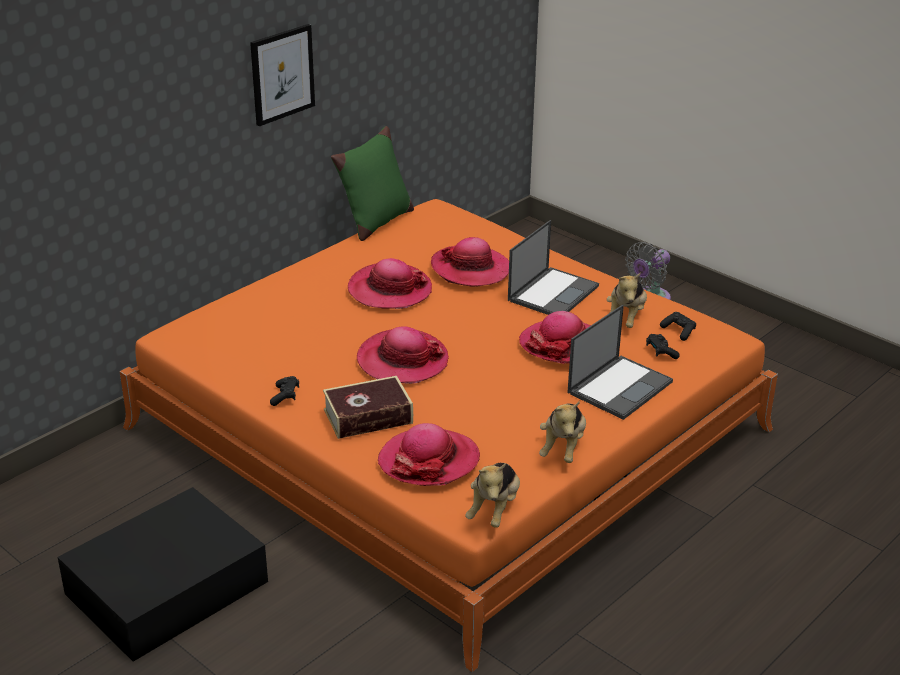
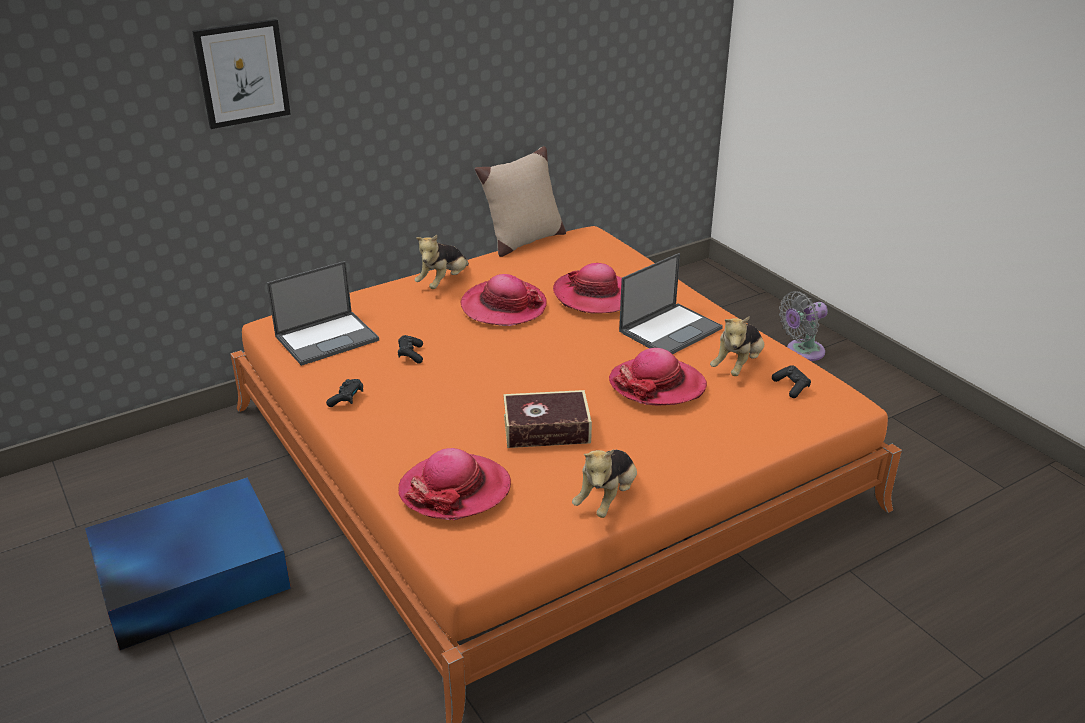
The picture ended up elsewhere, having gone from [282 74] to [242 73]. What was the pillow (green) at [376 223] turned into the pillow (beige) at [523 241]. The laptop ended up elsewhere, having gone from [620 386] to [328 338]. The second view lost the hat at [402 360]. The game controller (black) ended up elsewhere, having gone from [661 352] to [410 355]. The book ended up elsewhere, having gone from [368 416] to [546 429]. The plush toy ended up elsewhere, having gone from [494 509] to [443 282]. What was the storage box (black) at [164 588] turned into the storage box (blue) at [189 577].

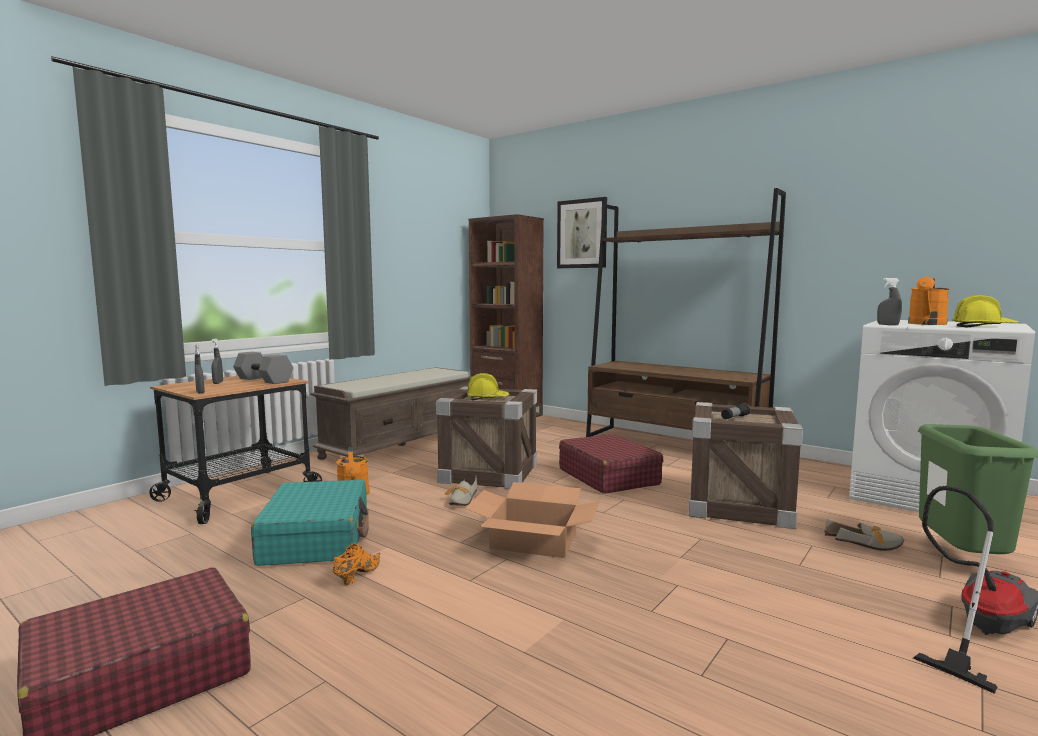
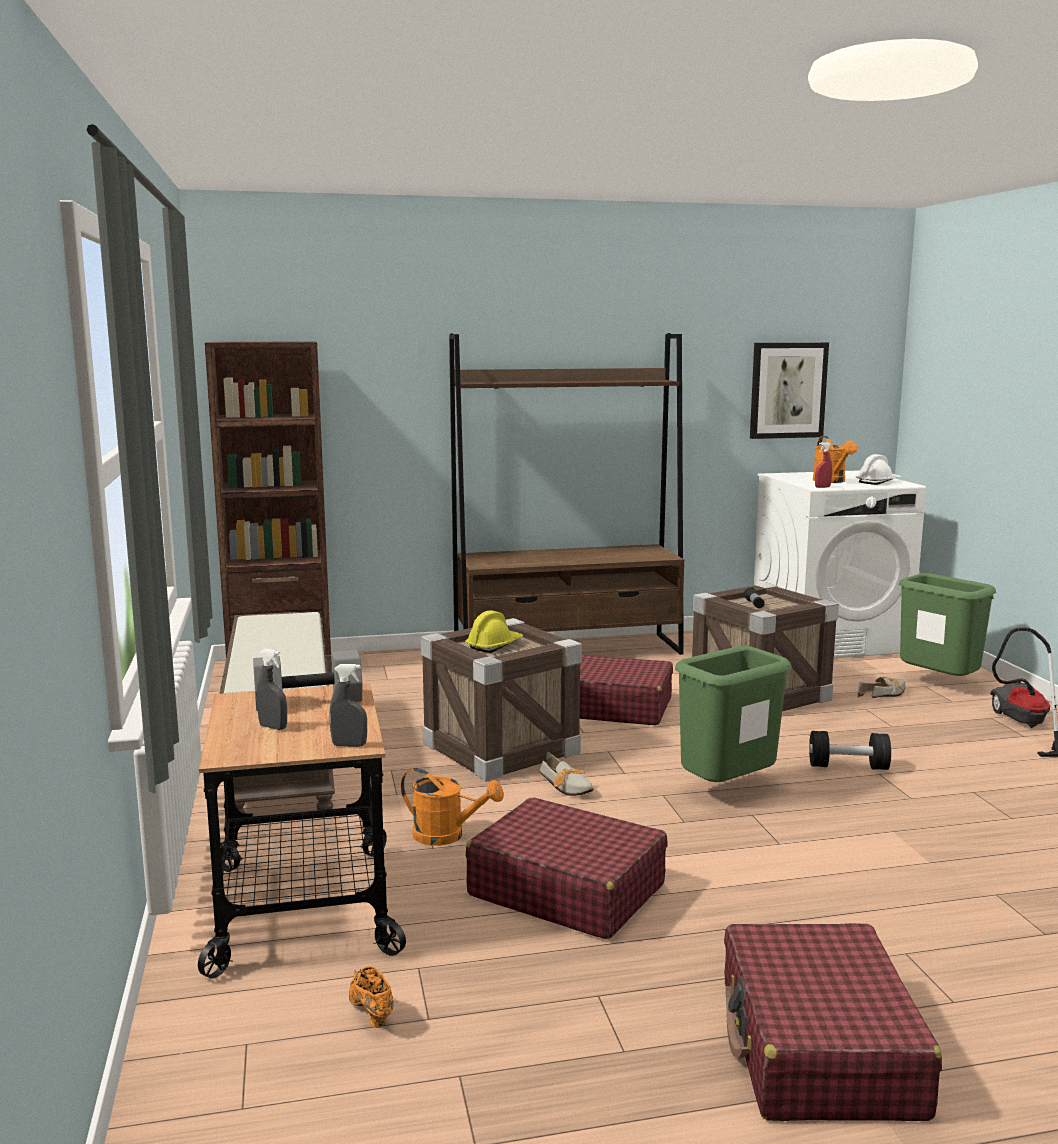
The picture ended up elsewhere, having gone from [582 234] to [787 390]. What was the spray bottle (grey) at [888 325] turned into the spray bottle (red) at [822 487]. What was the hard hat (yellow) at [983 327] turned into the hard hat (white) at [878 482]. What was the suitcase (turquoise) at [316 538] turned into the suitcase (red) at [566 889]. Where the cardboard box stood at [533 541], the trash can (green) came to stand at [727 791]. The shoe (orange) ended up elsewhere, having gone from [356 576] to [370 1012]. The second view gained the dumbbell (black) at [848 766].

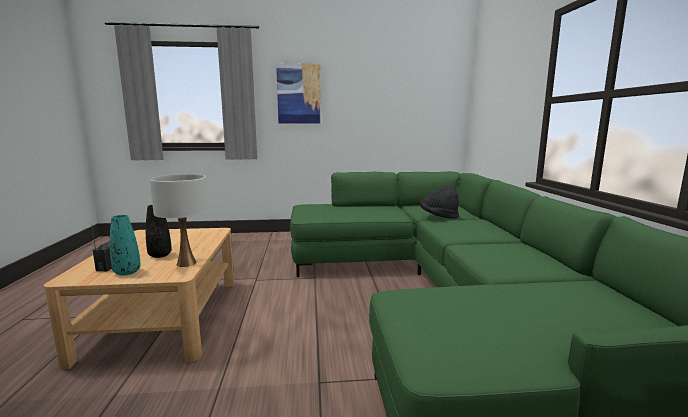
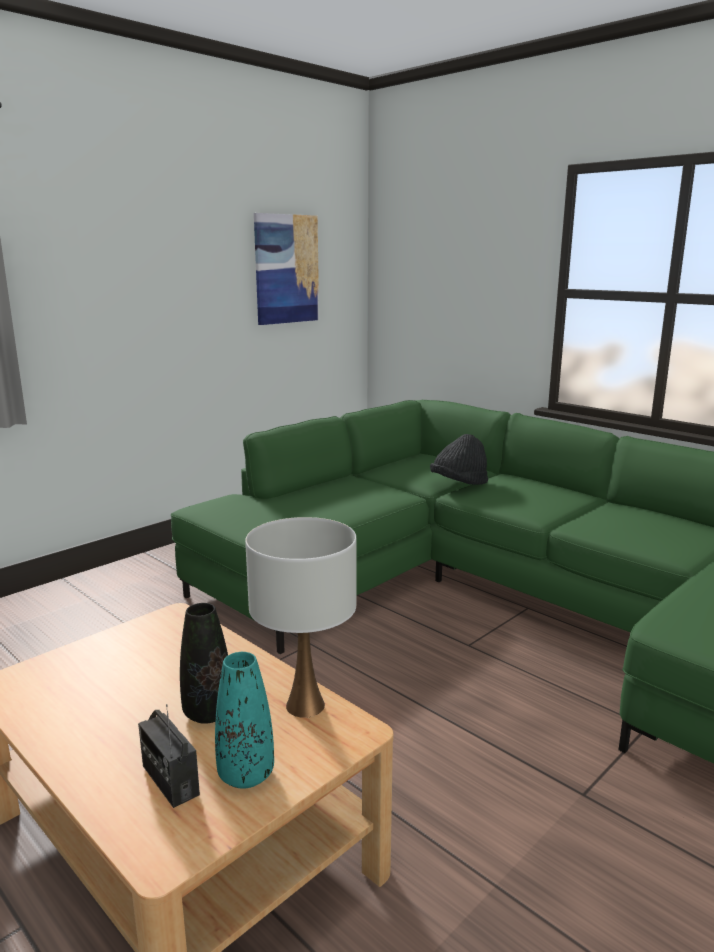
The picture ended up elsewhere, having gone from [299 94] to [286 269].

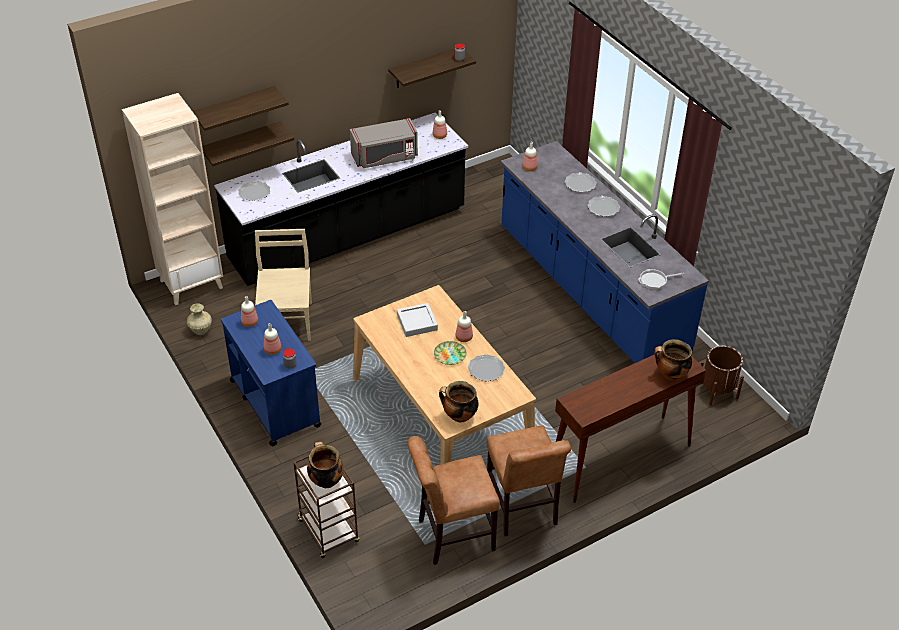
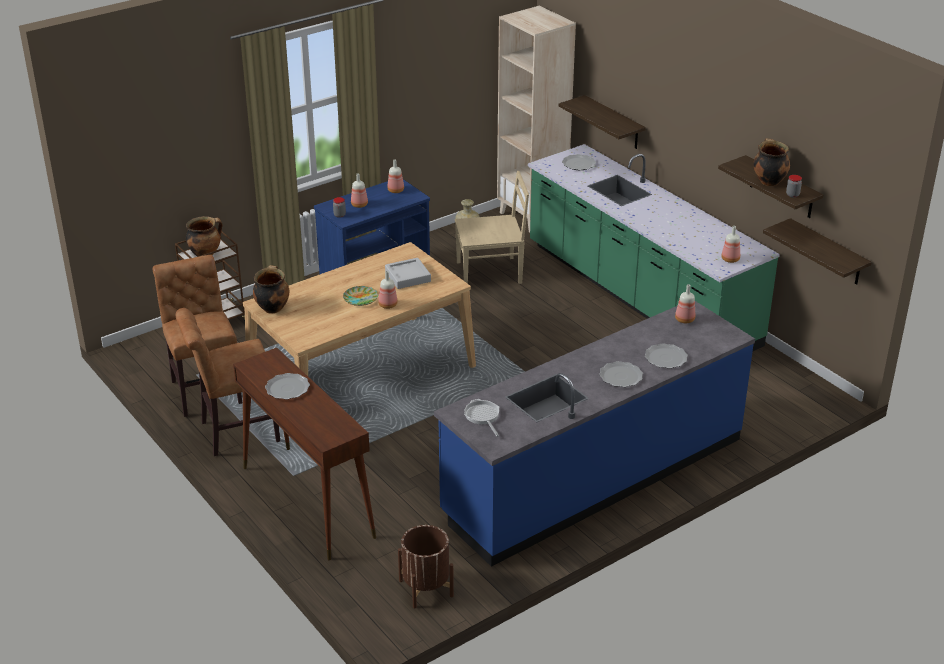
The shelf ended up elsewhere, having gone from [235 109] to [827 253]. What was the counter (black) at [348 235] turned into the counter (green) at [639 295]. The second view lost the microwave (grey) at [385 157]. The cooking pot ended up elsewhere, having gone from [670 375] to [768 181]. The plate ended up elsewhere, having gone from [486 369] to [288 388].

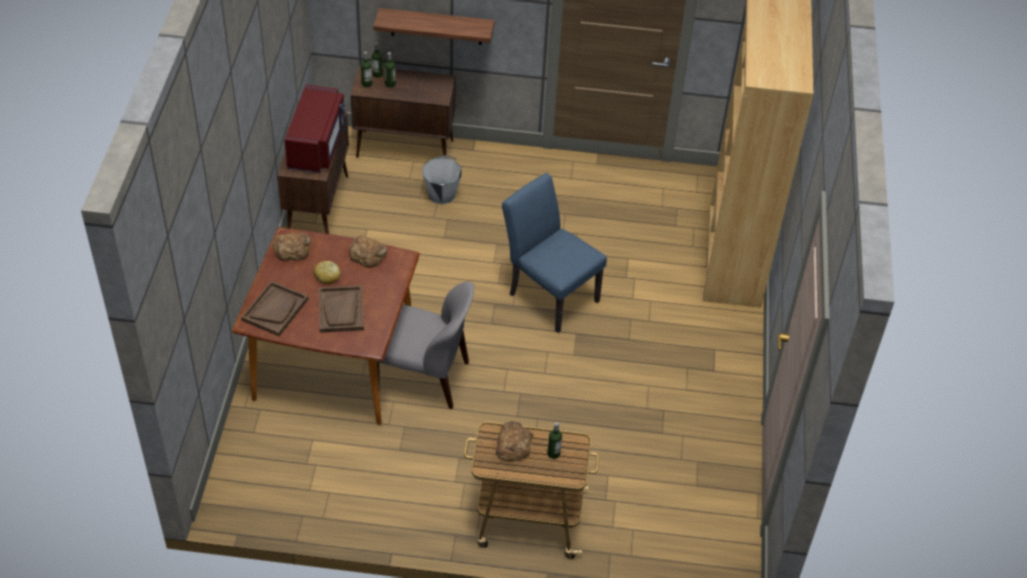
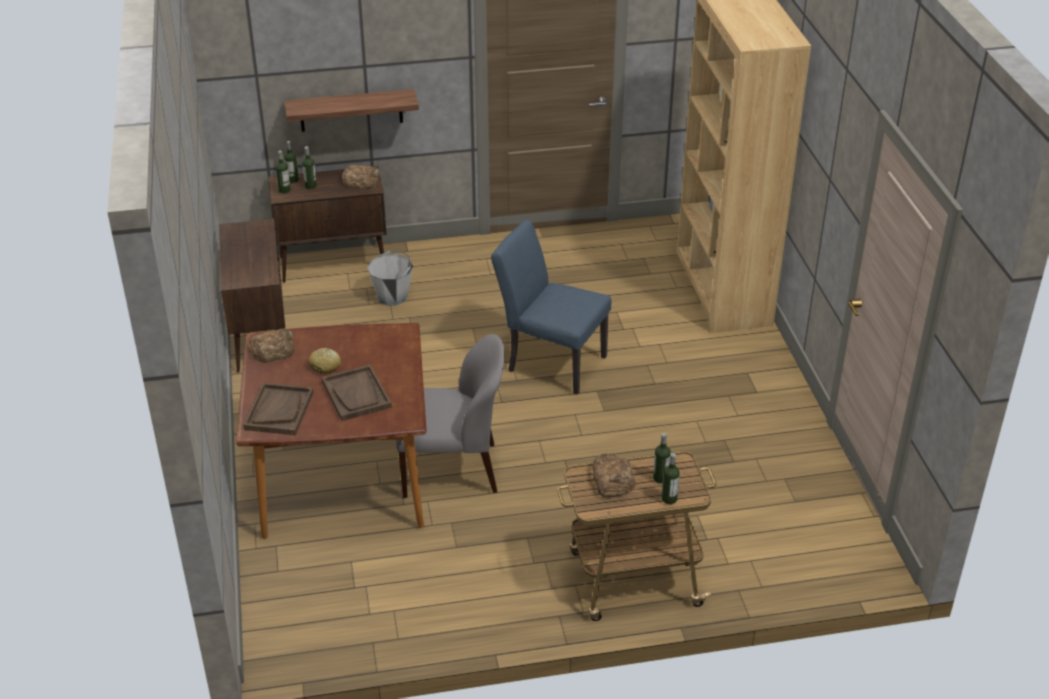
The second view lost the microwave (red) at [317 145]. The bread ended up elsewhere, having gone from [367 254] to [361 180]. The second view gained the bottle at [669 499].

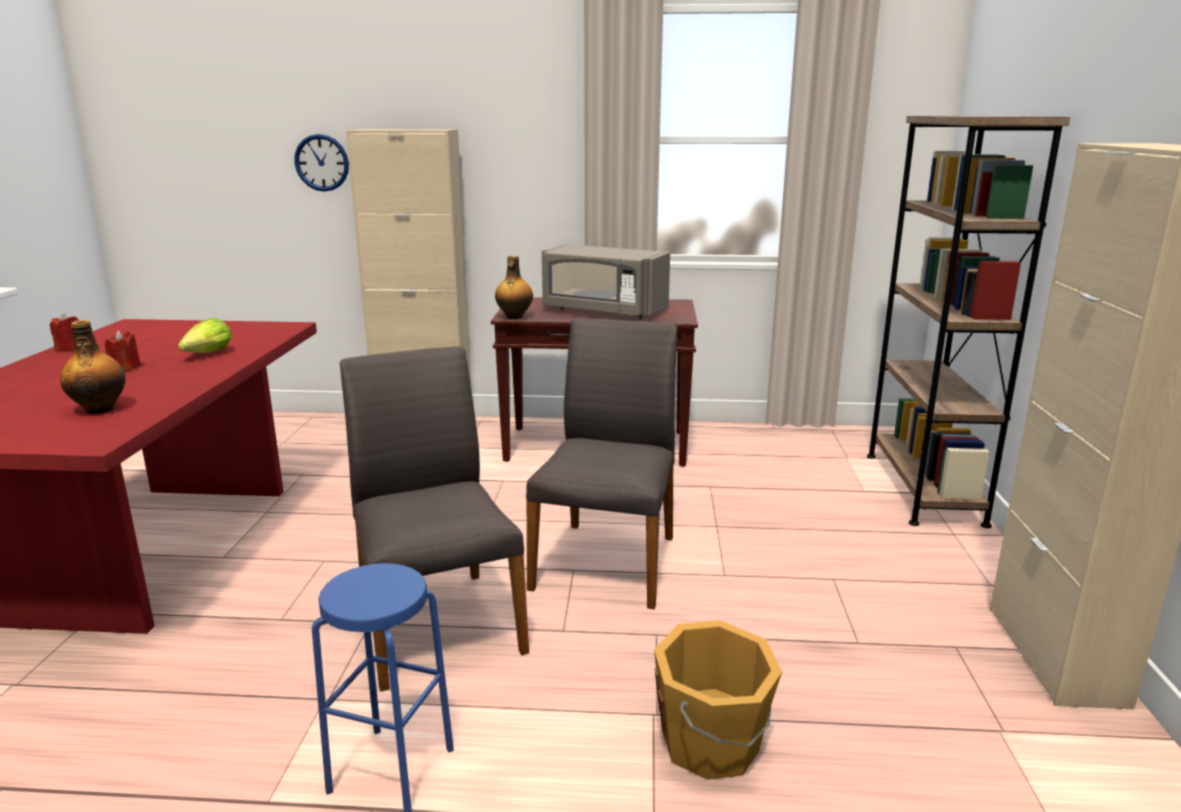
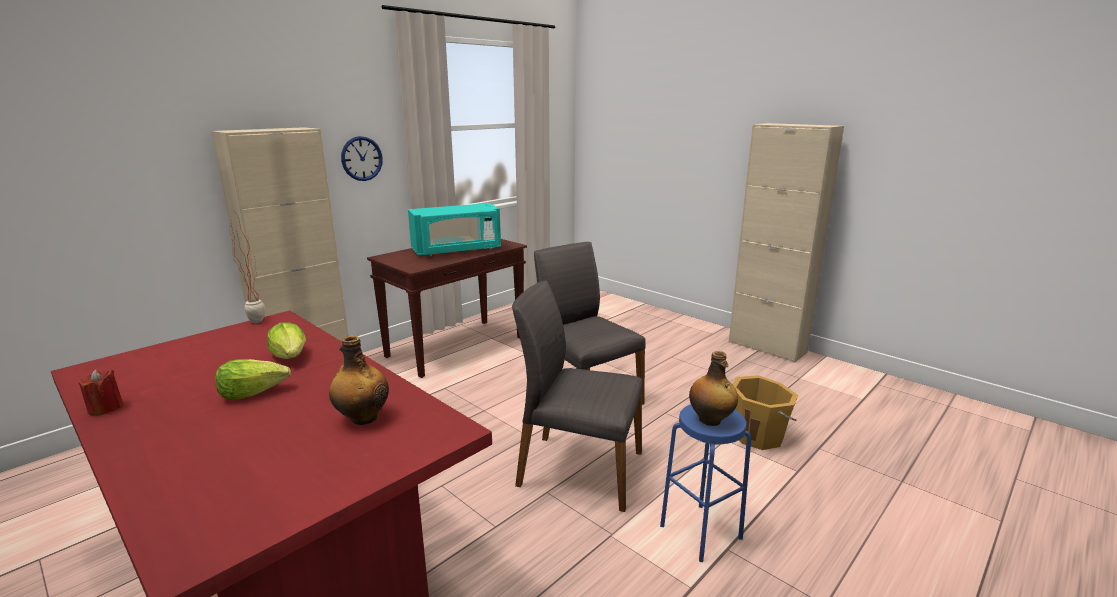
The second view lost the bookcase (brown) at [923 488]. The wall clock ended up elsewhere, having gone from [322 163] to [361 158]. What was the microwave (grey) at [603 311] turned into the microwave (turquoise) at [457 250]. The bottle ended up elsewhere, having gone from [514 317] to [710 420]. Where the candle (red) stood at [125 368], the lettuce came to stand at [253 392]. The second view gained the potted plant at [257 320].

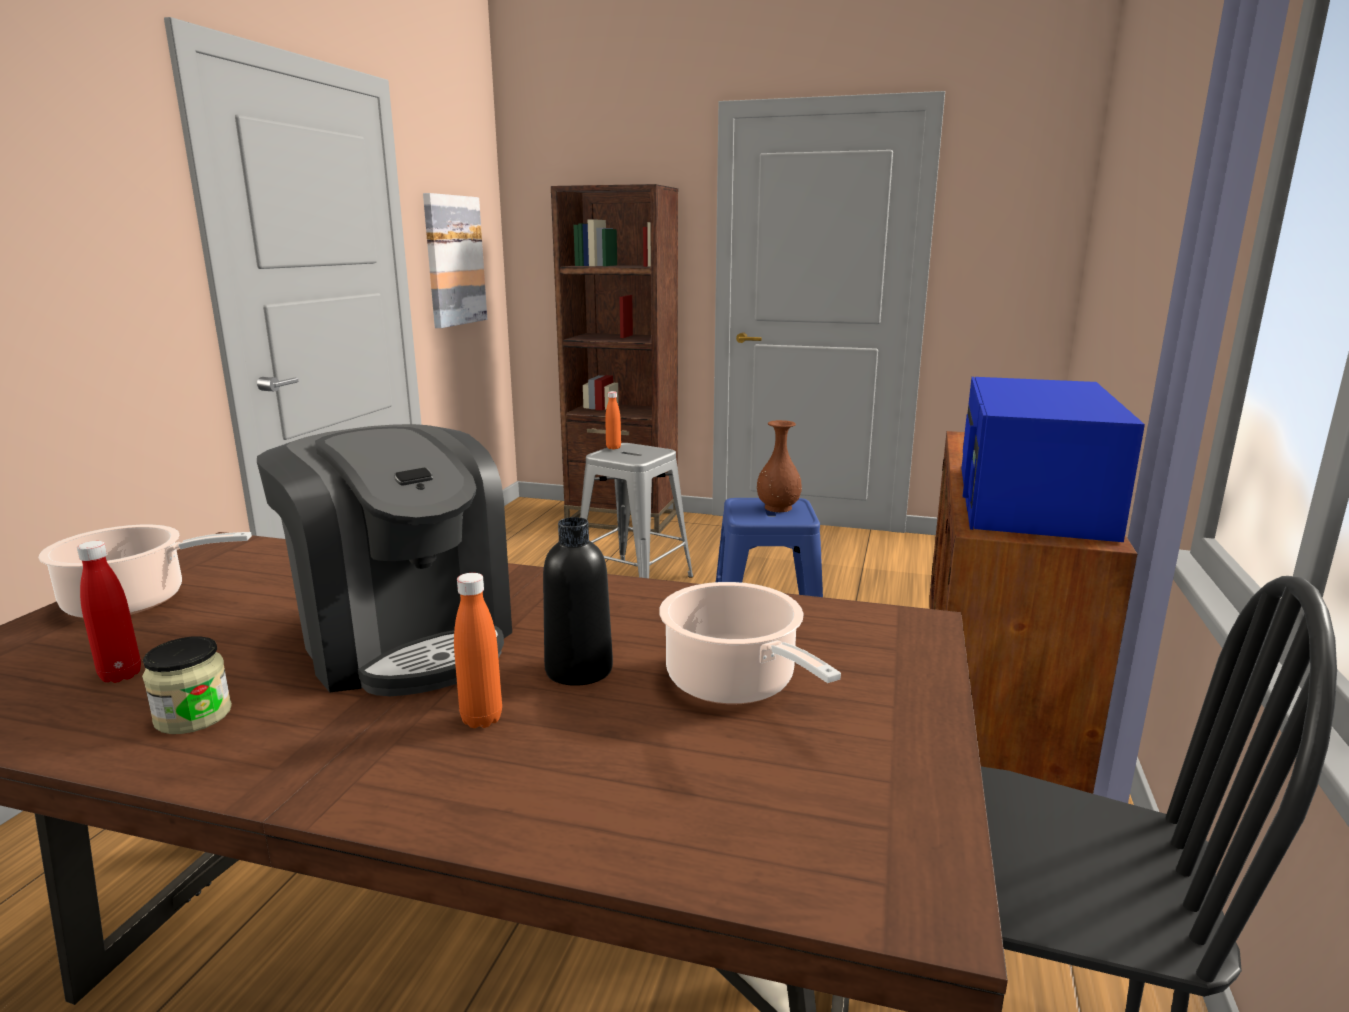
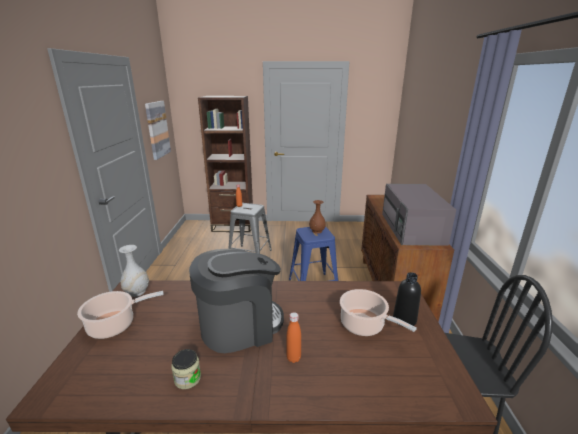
What was the microwave (blue) at [1032 501] turned into the microwave (grey) at [412 229]. The coffee machine at [404 639] ended up facing another way, 60 degrees counterclockwise from before. The bottle (black) ended up elsewhere, having gone from [579 670] to [404 320]. The second view lost the bottle (red) at [120 675]. The second view gained the vase (white) at [137 292].

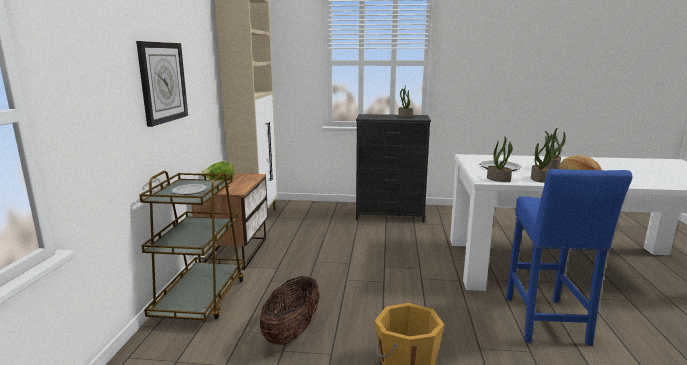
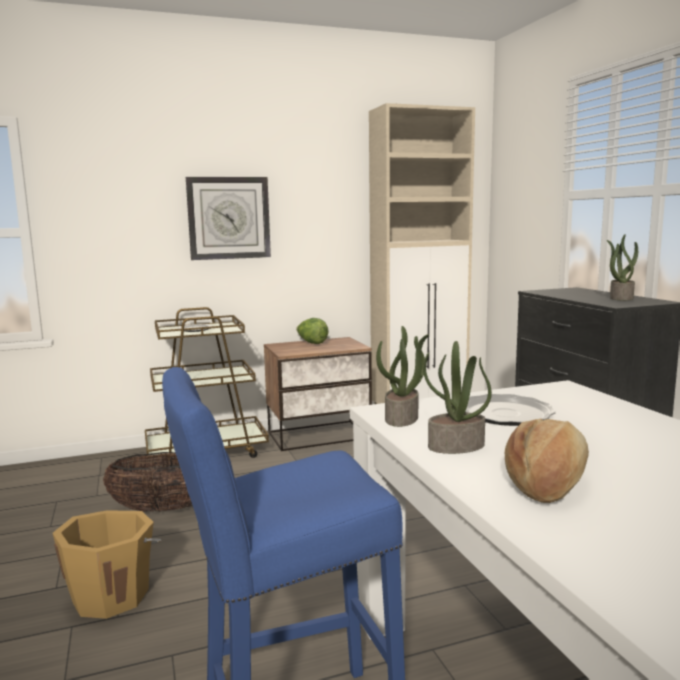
The second view lost the potted plant at [551 167].

